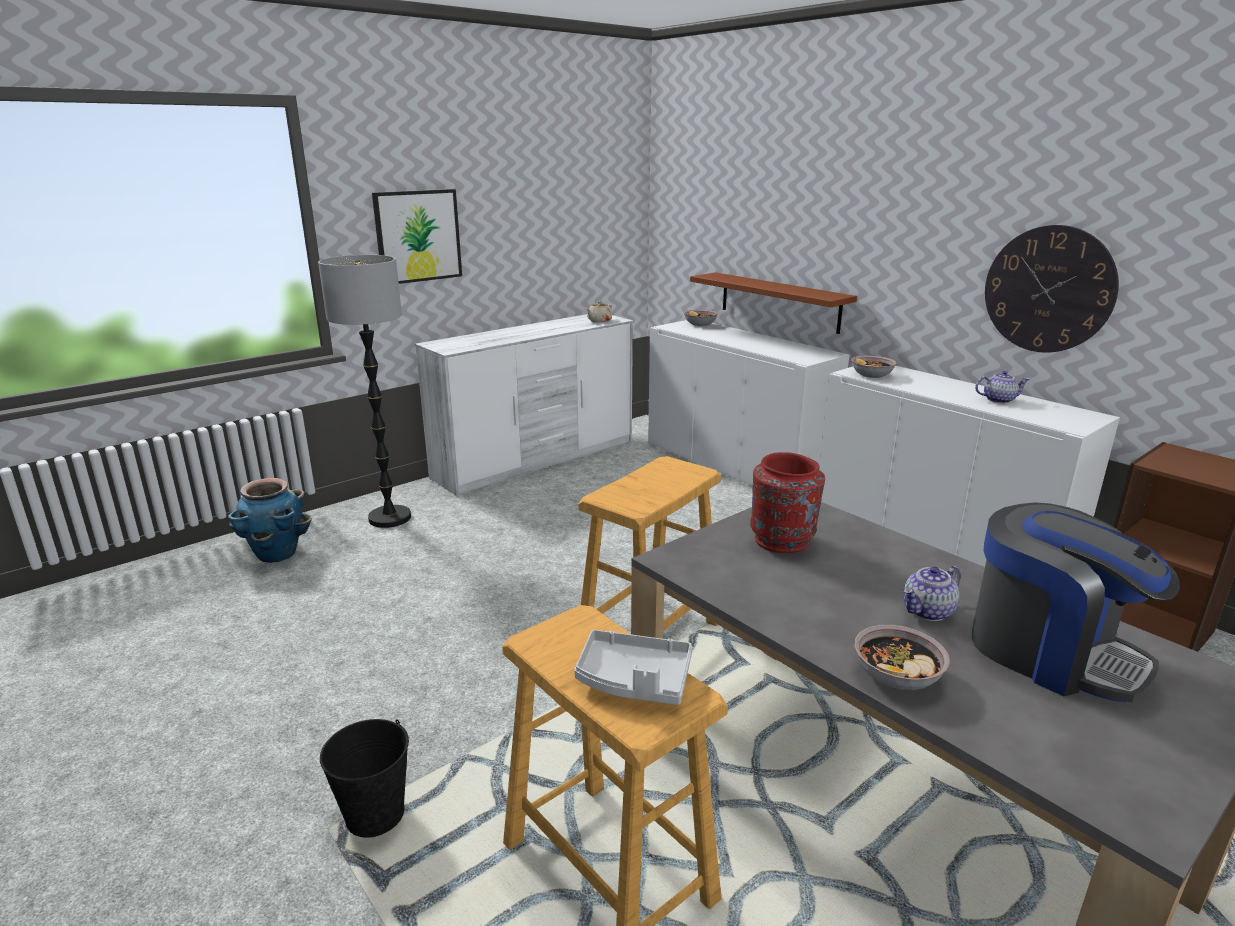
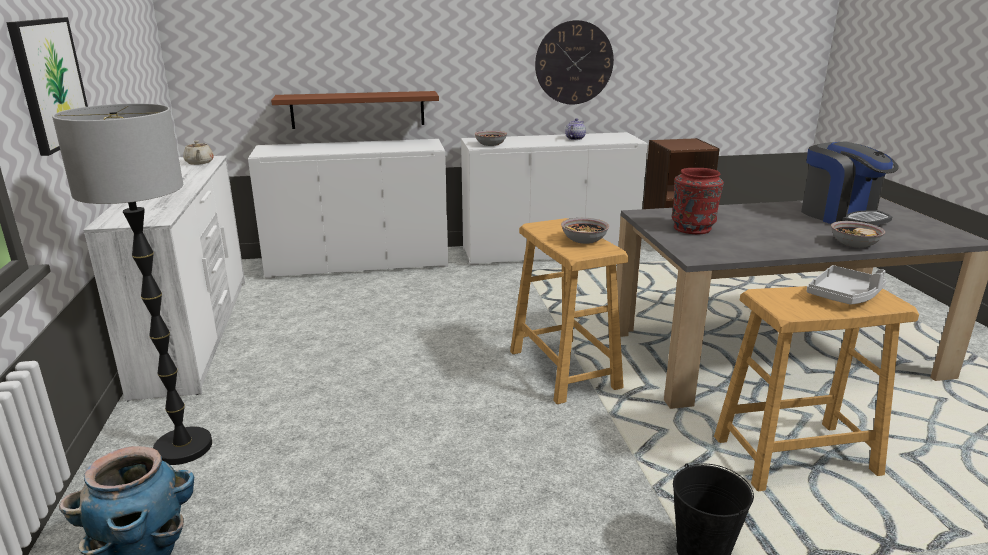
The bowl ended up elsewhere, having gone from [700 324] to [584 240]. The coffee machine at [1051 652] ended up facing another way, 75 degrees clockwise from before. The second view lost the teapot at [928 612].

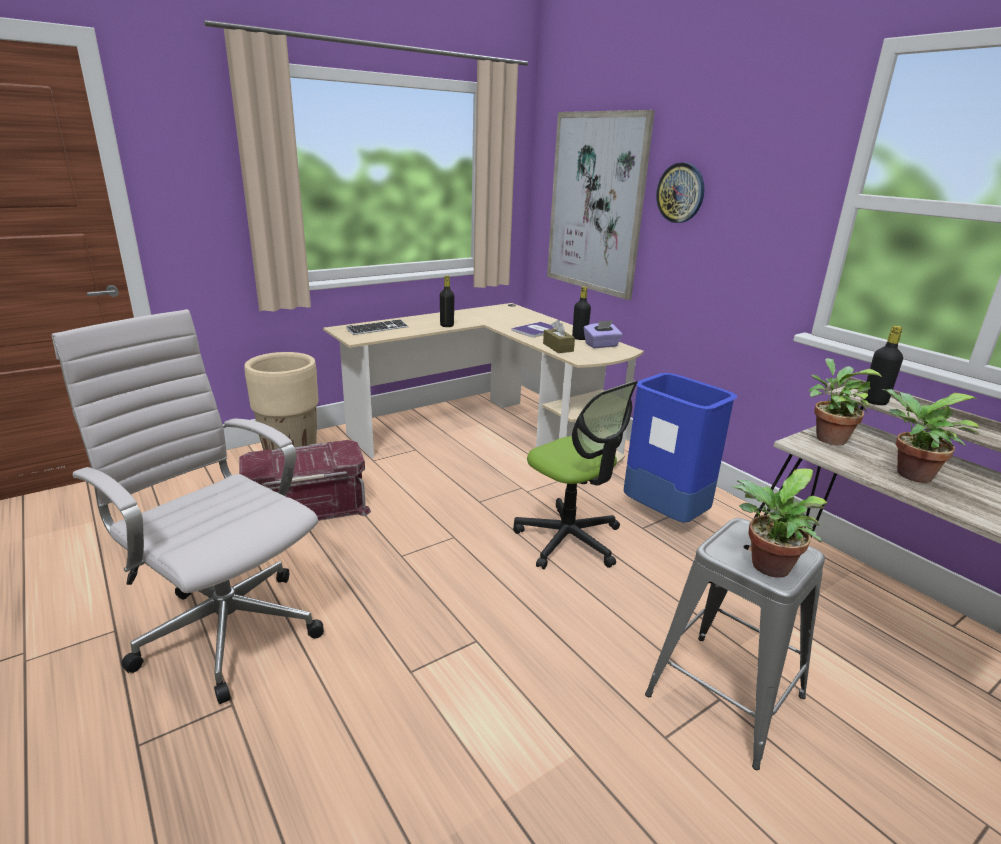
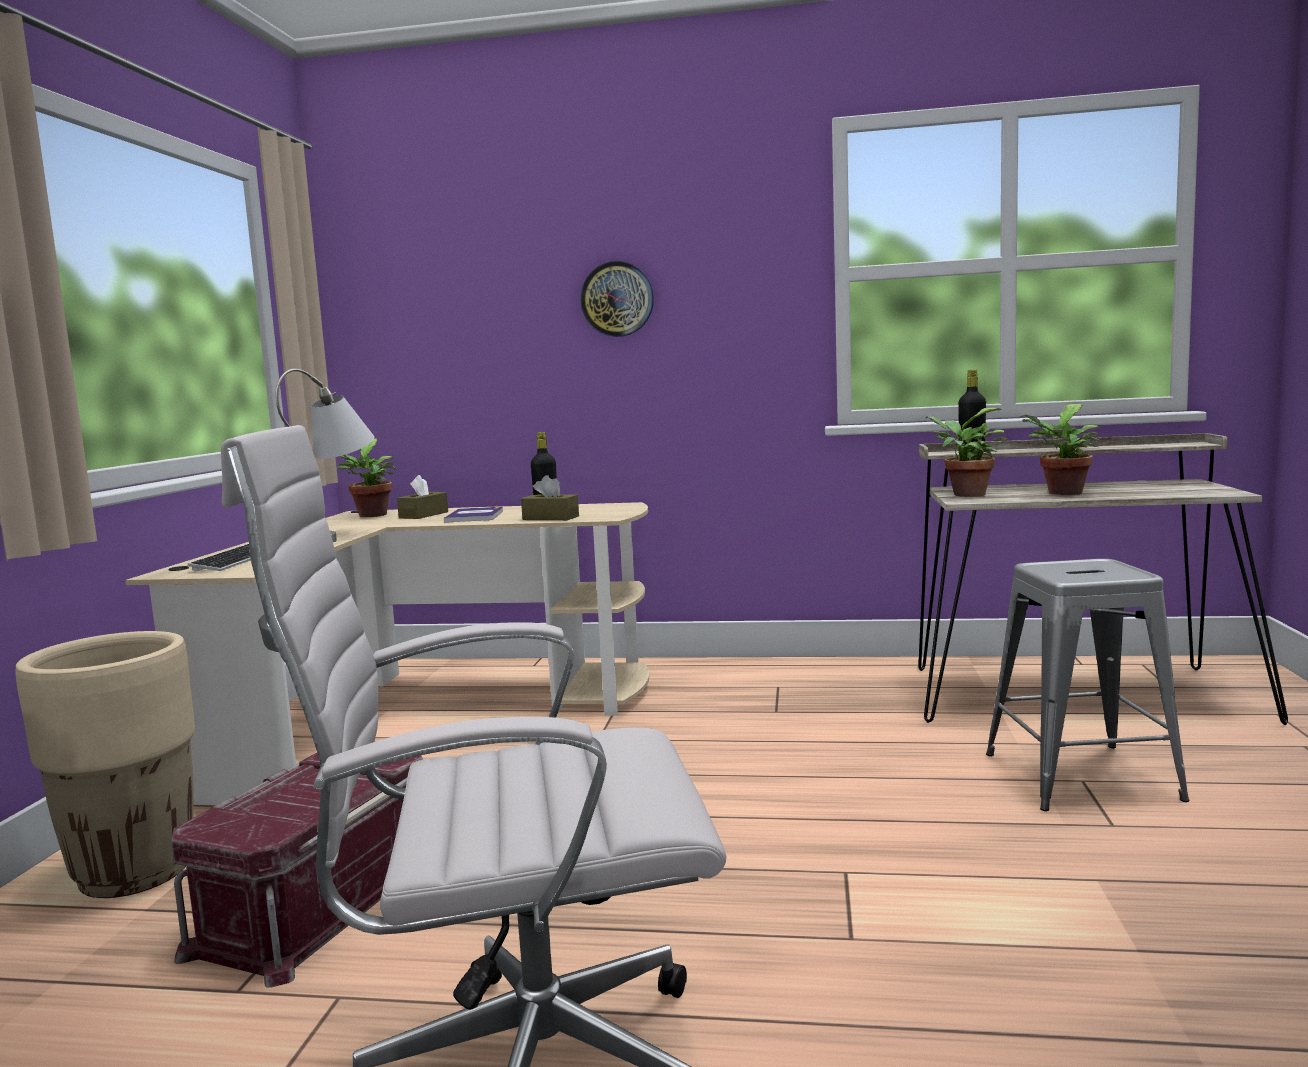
The second view lost the picture at [596 204]. Where the bottle (black) stood at [447 325], the table lamp (grey) came to stand at [337 537]. The second view lost the tissue box (purple) at [601 345]. The second view lost the trash can (blue) at [664 514]. The second view lost the office chair at [569 540]. The potted plant ended up elsewhere, having gone from [766 568] to [371 516]. The second view gained the tissue box (brown) at [423 515].

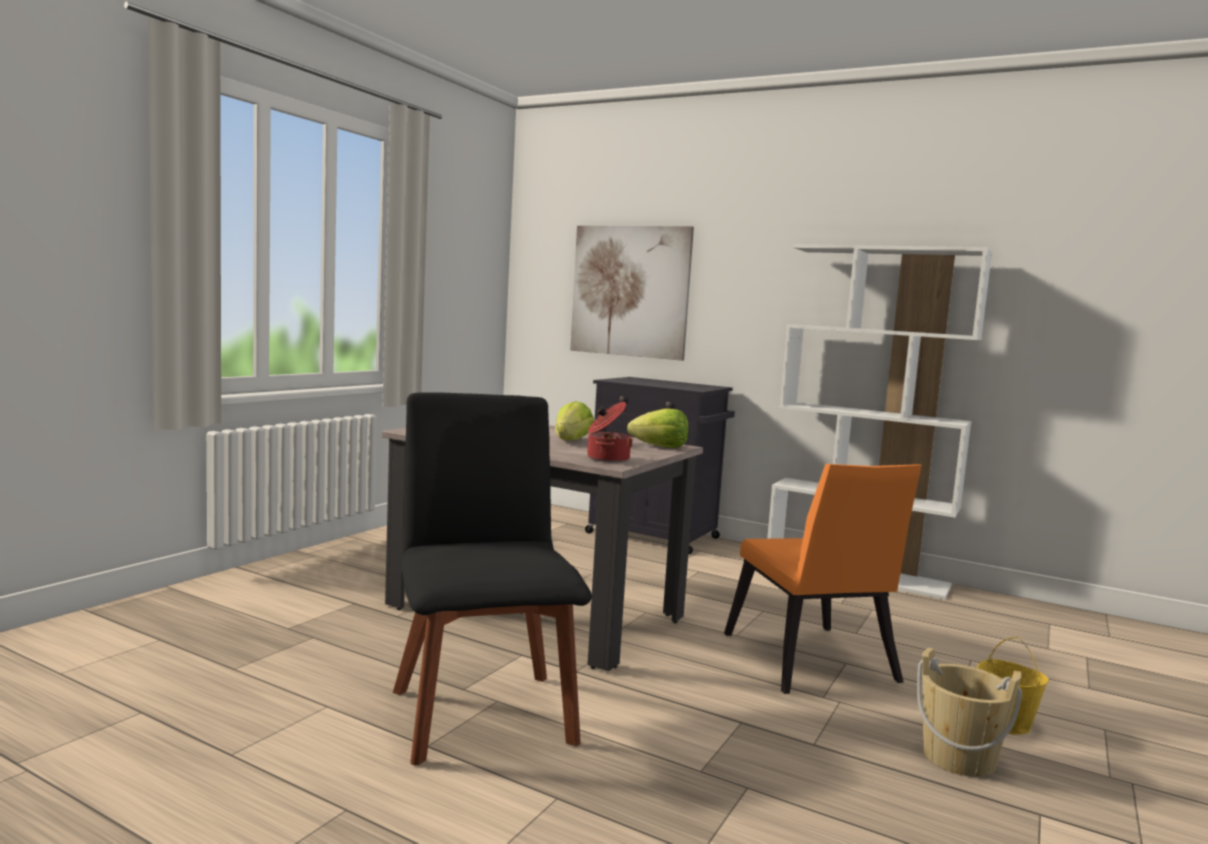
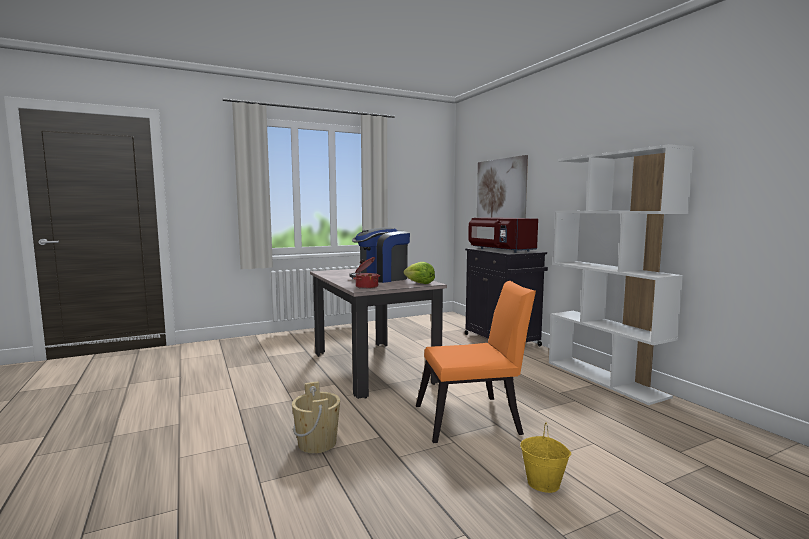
The second view lost the chair (black) at [481 711]. Where the lettuce stood at [571 441], the coffee machine came to stand at [381 278]. The chair (orange) at [811 663] ended up facing another way, 120 degrees counterclockwise from before. The bucket (beige) ended up elsewhere, having gone from [958 758] to [317 443]. The second view gained the microwave (red) at [499 250].

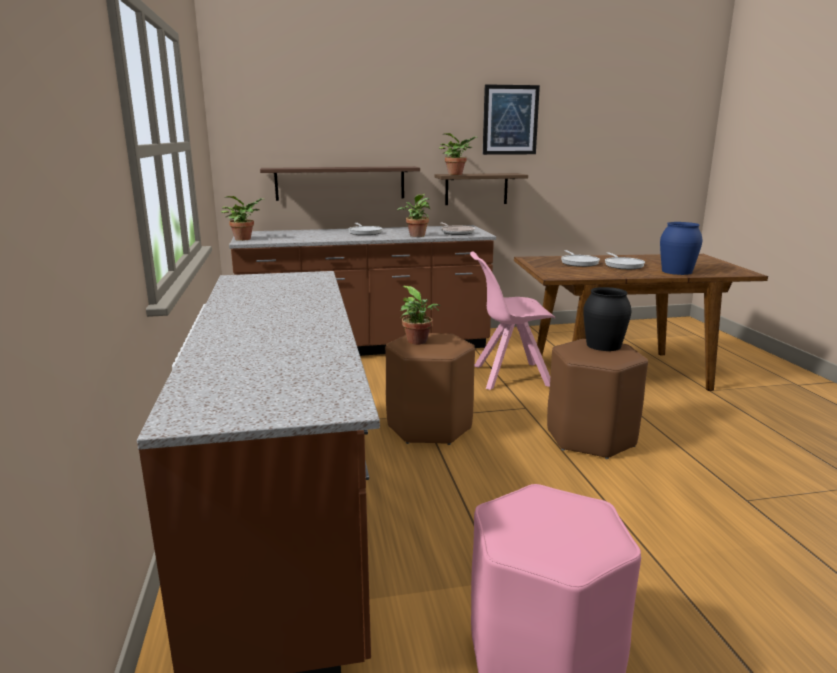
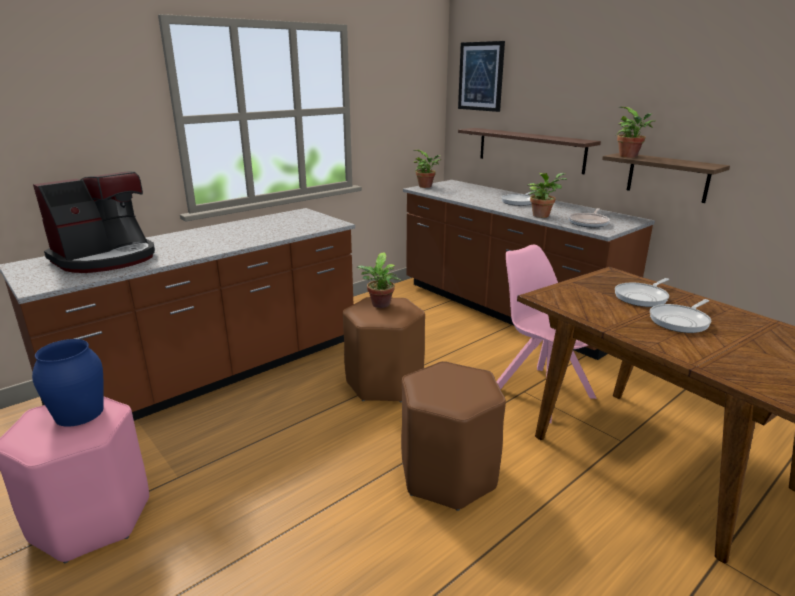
The picture ended up elsewhere, having gone from [510 120] to [481 76]. The vase (blue) ended up elsewhere, having gone from [677 271] to [78 413]. The second view lost the vase (black) at [603 345]. The second view gained the coffee machine at [106 258].

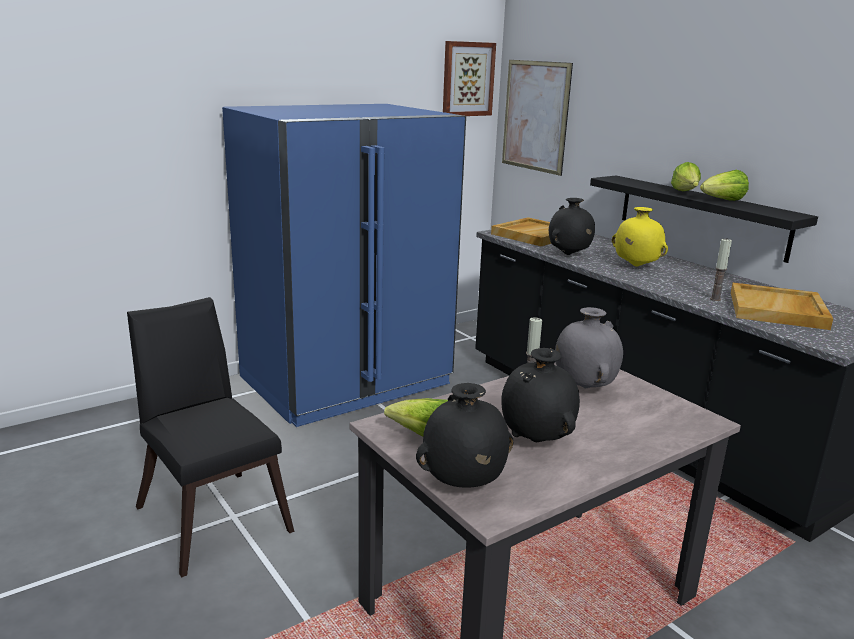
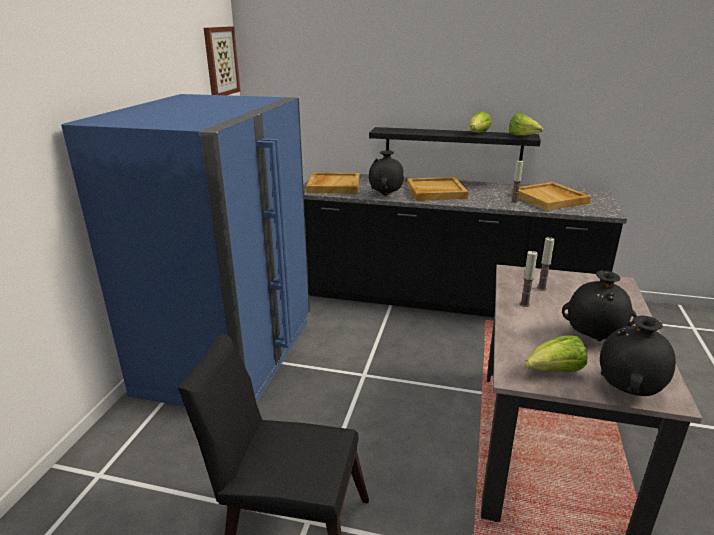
The second view lost the picture at [535 116]. The lettuce ended up elsewhere, having gone from [685 193] to [523 136]. Where the vase (yellow) stood at [635 266], the tray (beige) came to stand at [435 191]. Where the vase (grey) stood at [584 387], the candle came to stand at [541 288].

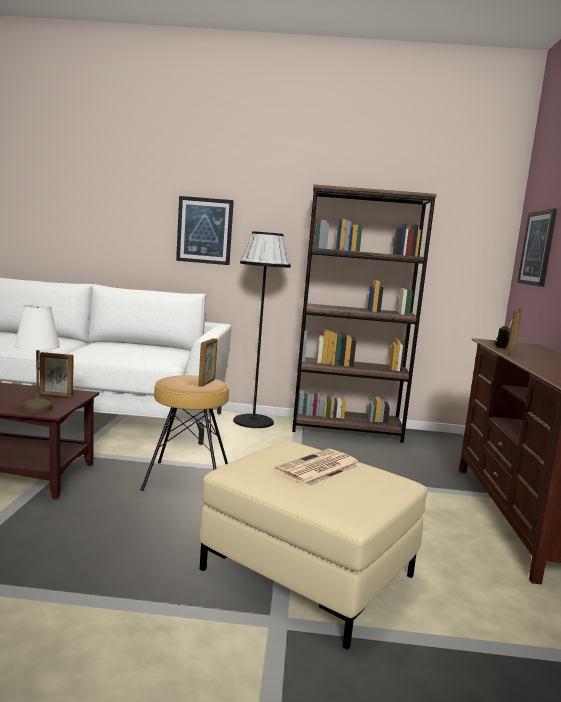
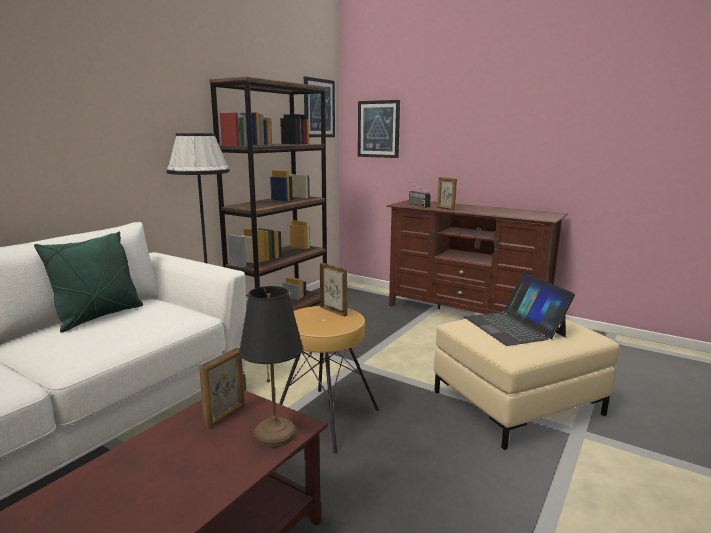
The picture ended up elsewhere, having gone from [204 230] to [319 108]. What was the table lamp (white) at [37 408] turned into the table lamp (black) at [276 434]. Where the newspaper stood at [318 469], the laptop came to stand at [514 326]. The second view gained the pillow (green) at [99 317].

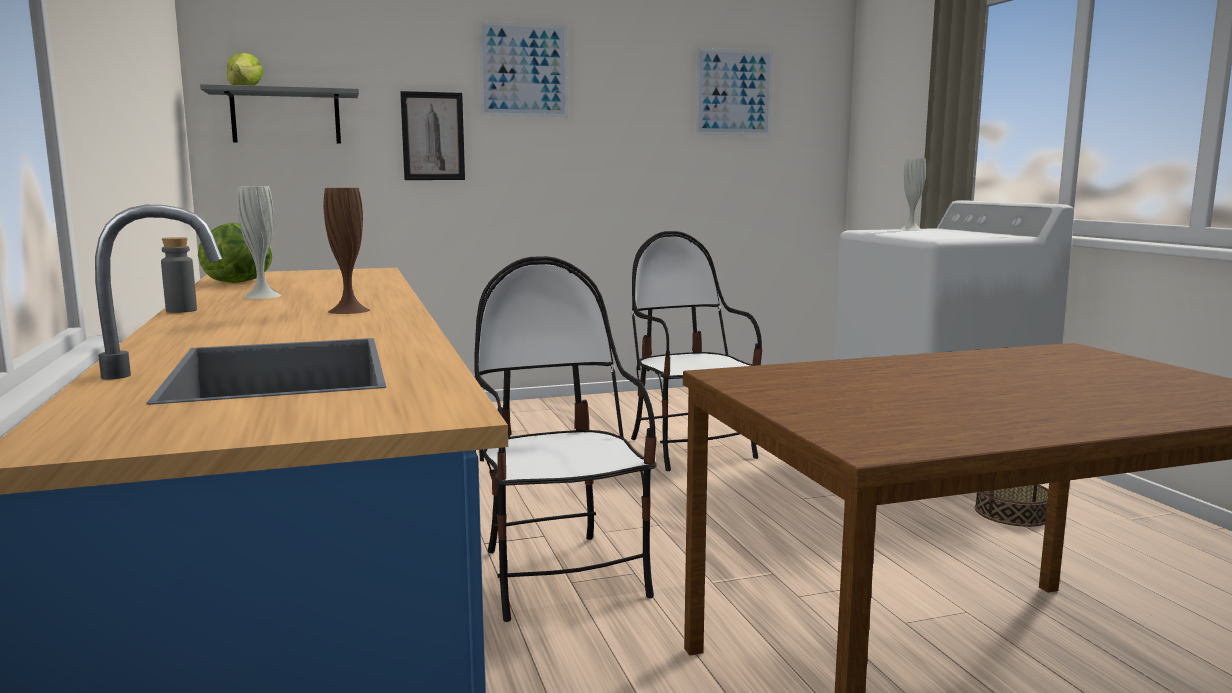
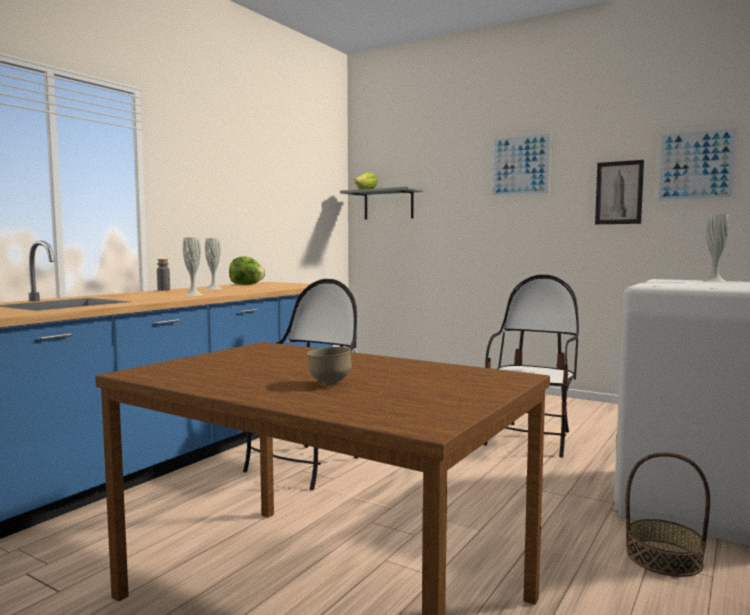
The picture ended up elsewhere, having gone from [433 136] to [619 192]. What was the vase (brown) at [349 310] turned into the vase (white) at [193 294]. The second view gained the bowl (brown) at [329 384].

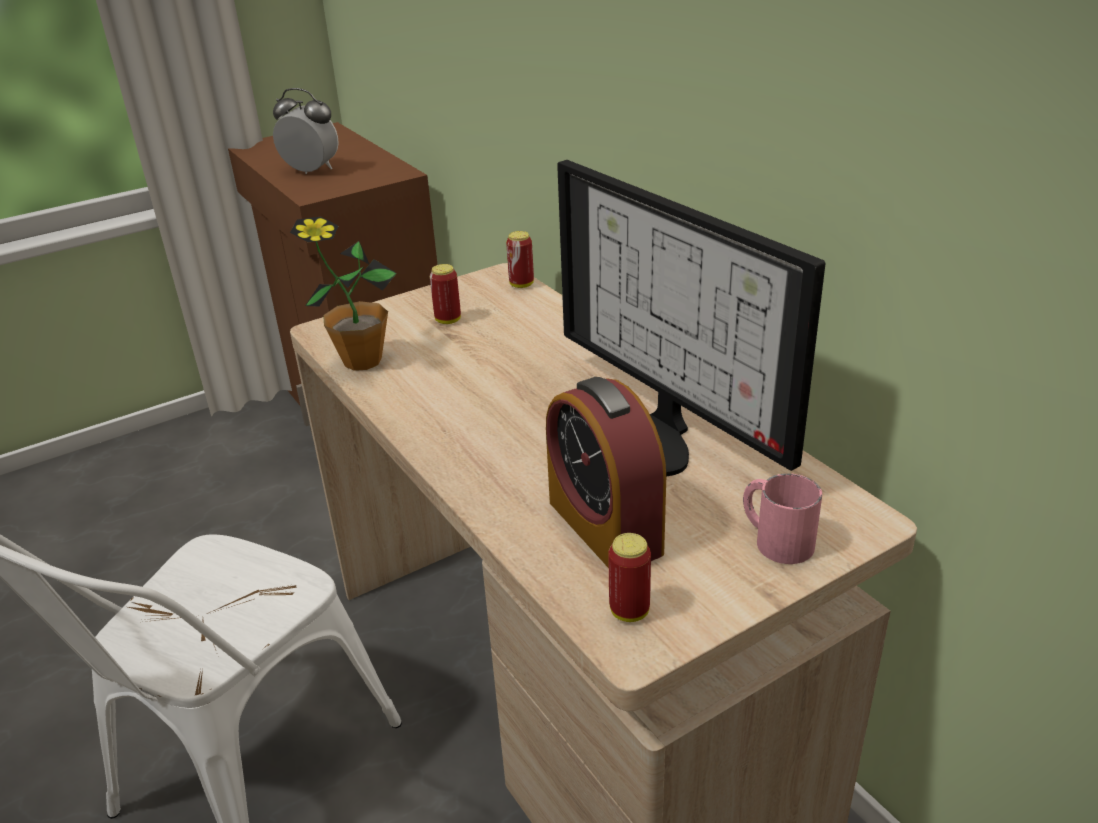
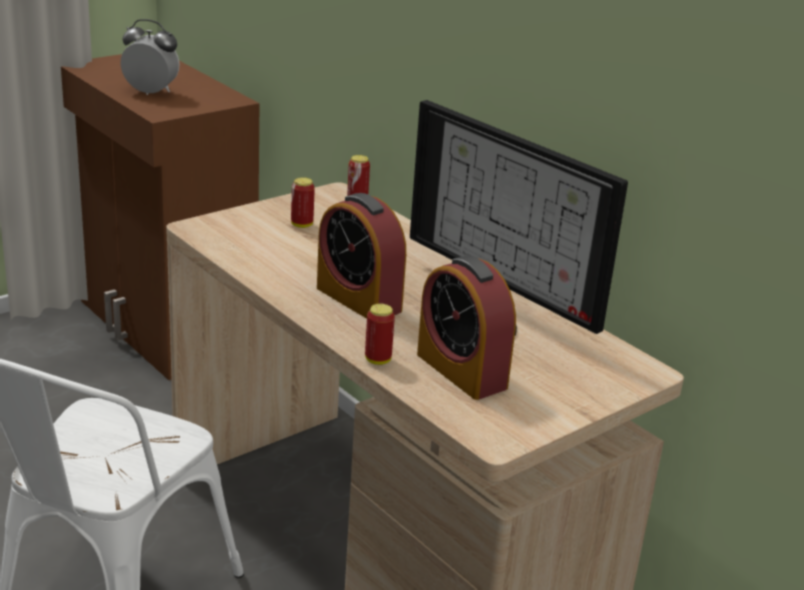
The second view lost the potted plant at [362 361]. The second view lost the mug (pink) at [775 539]. The can ended up elsewhere, having gone from [629 611] to [378 360]. The second view gained the alarm clock at [358 299].

